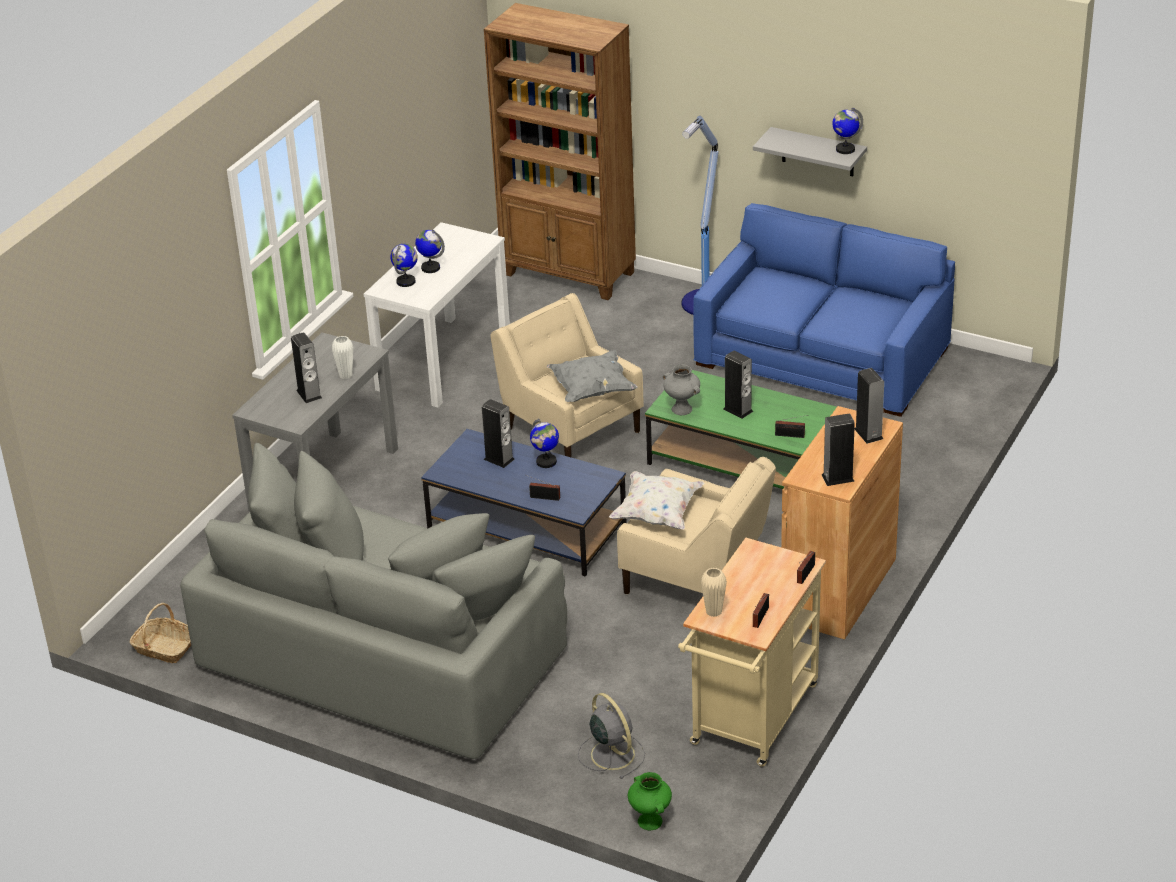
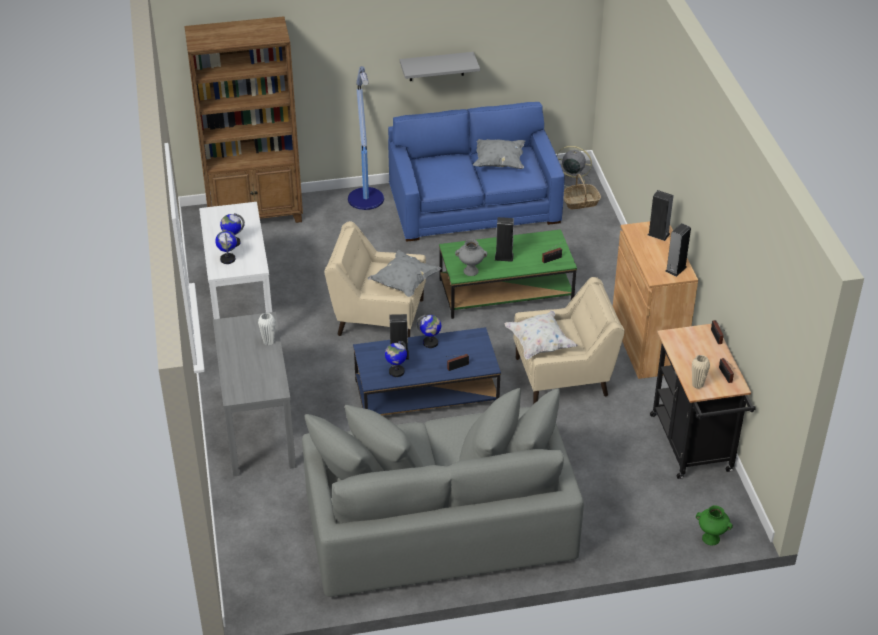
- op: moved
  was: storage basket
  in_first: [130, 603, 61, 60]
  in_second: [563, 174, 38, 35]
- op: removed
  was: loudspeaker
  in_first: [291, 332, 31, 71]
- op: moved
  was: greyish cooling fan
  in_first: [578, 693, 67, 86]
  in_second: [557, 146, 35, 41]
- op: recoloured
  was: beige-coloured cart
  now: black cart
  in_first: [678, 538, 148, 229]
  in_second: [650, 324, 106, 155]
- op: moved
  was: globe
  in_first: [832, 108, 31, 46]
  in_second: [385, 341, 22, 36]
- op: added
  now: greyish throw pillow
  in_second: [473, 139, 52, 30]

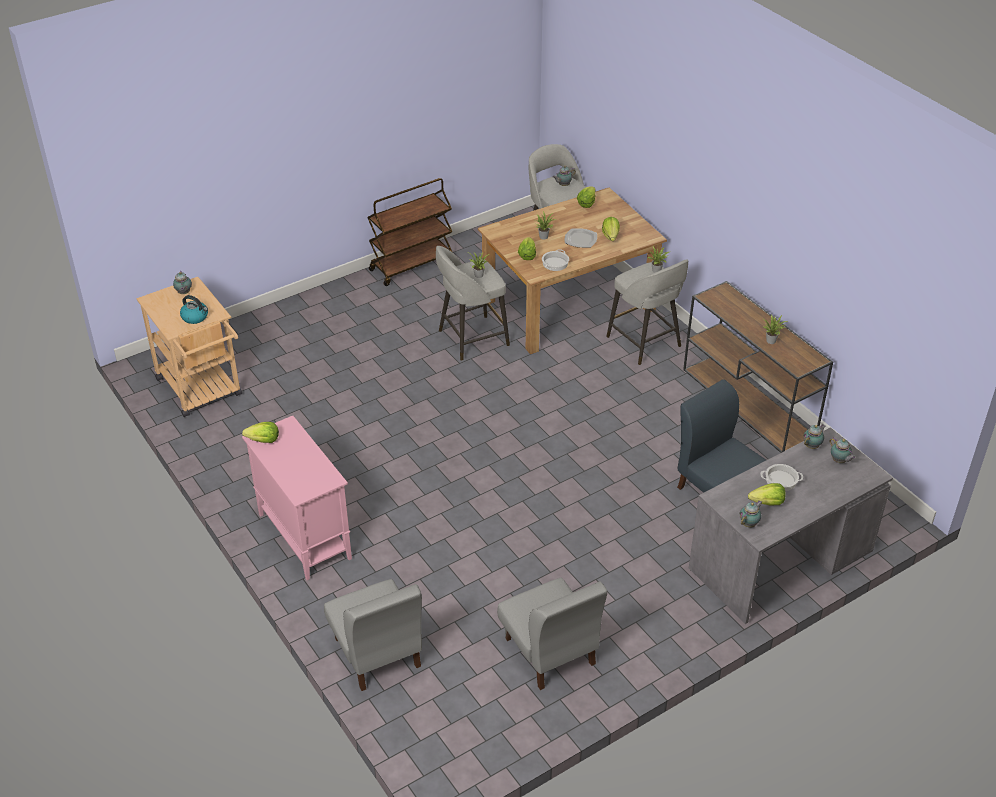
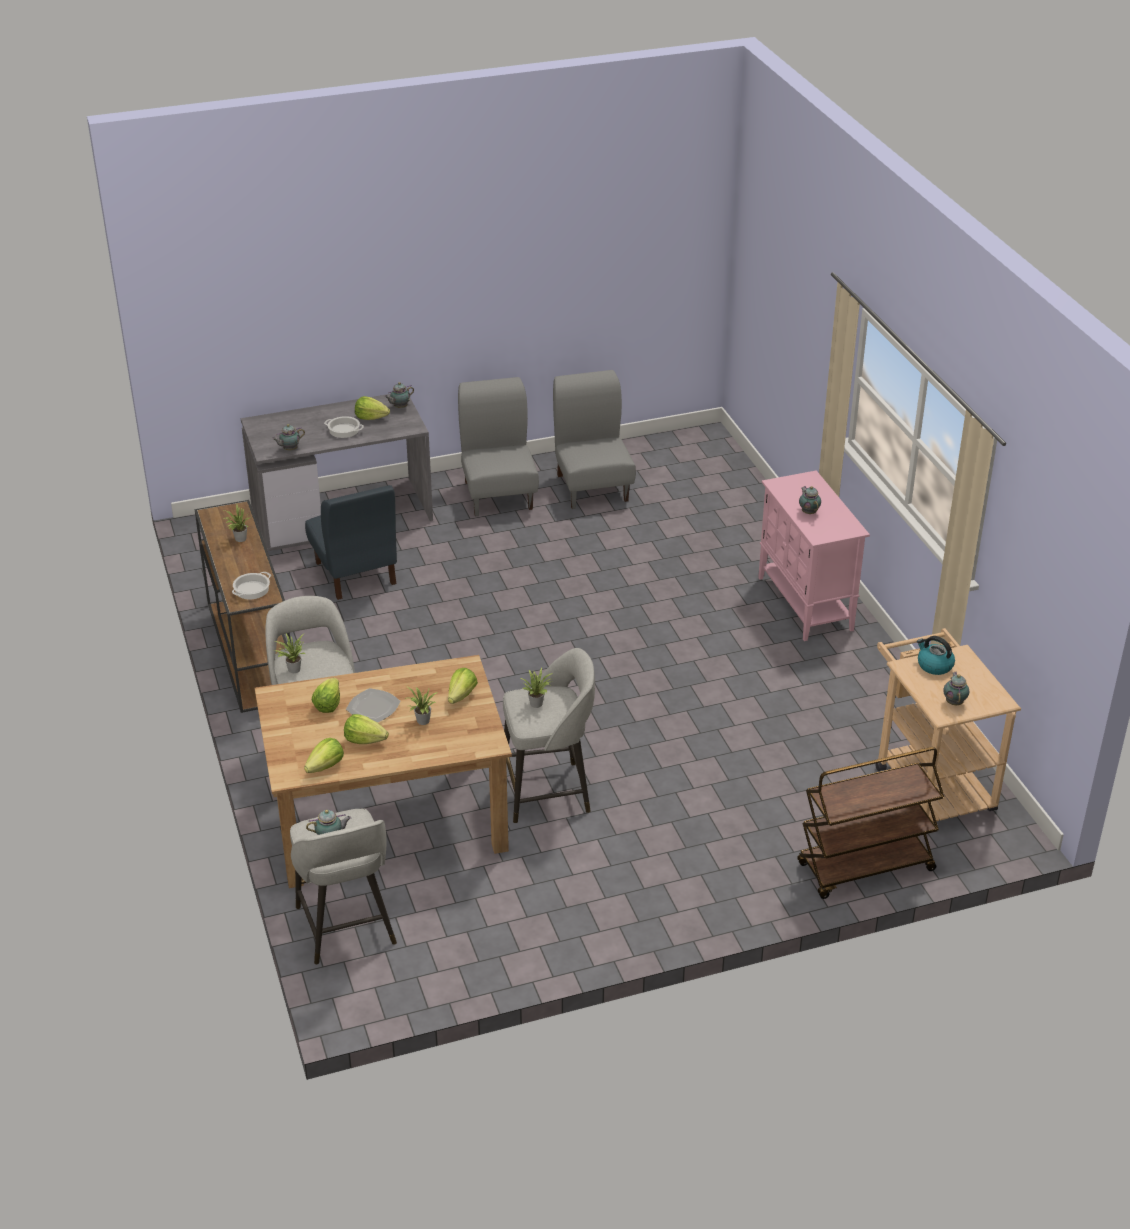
- op: moved
  was: lettuce
  in_first: [242, 422, 37, 21]
  in_second: [344, 714, 45, 30]
- op: moved
  was: greyish chair
  in_first: [324, 579, 98, 112]
  in_second: [458, 377, 81, 140]
- op: moved
  was: brownish cart
  in_first: [367, 178, 86, 108]
  in_second: [798, 747, 146, 152]
- op: moved
  was: cooking pot
  in_first: [542, 249, 27, 22]
  in_second: [232, 572, 39, 27]
- op: moved
  was: pot for tea
  in_first: [829, 437, 27, 26]
  in_second: [799, 486, 22, 28]

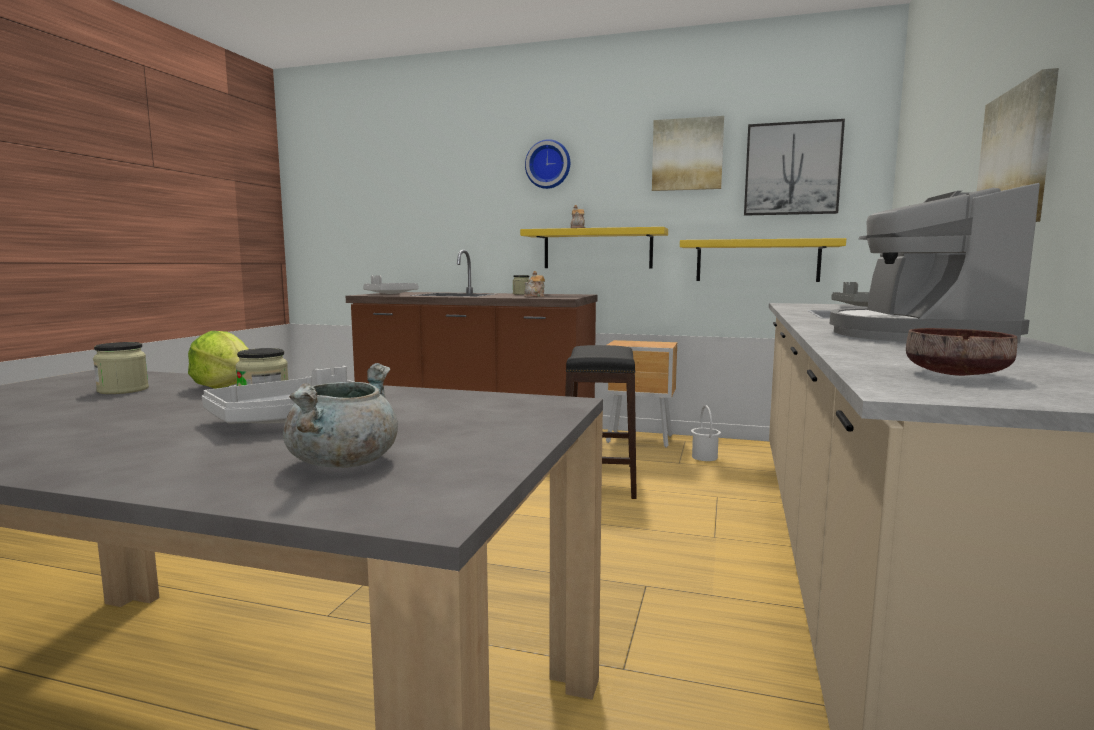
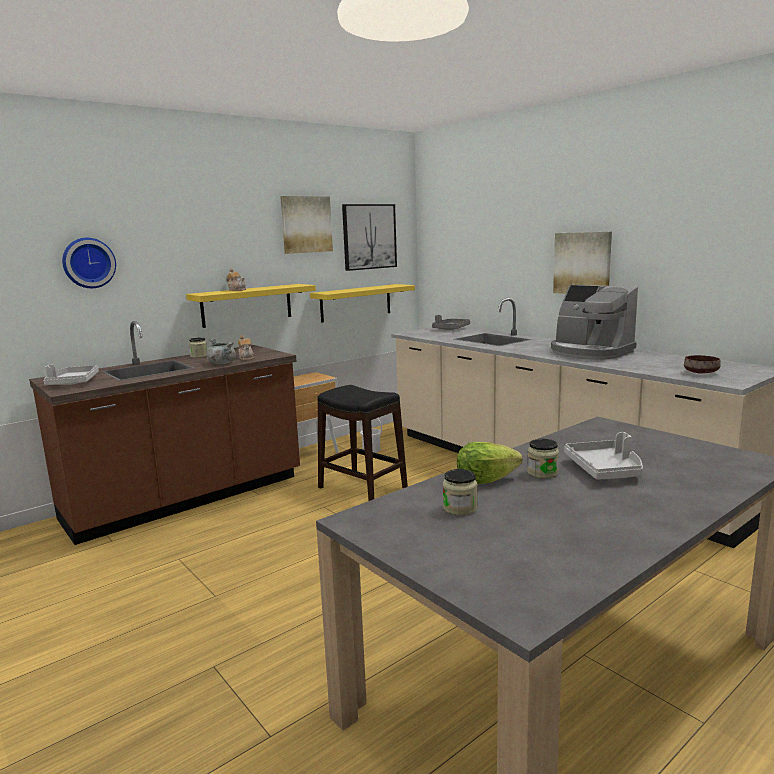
- op: moved
  was: greyish cooking pot
  in_first: [283, 363, 115, 105]
  in_second: [207, 338, 29, 27]
- op: moved
  was: hanging clock
  in_first: [525, 139, 45, 50]
  in_second: [62, 238, 54, 50]

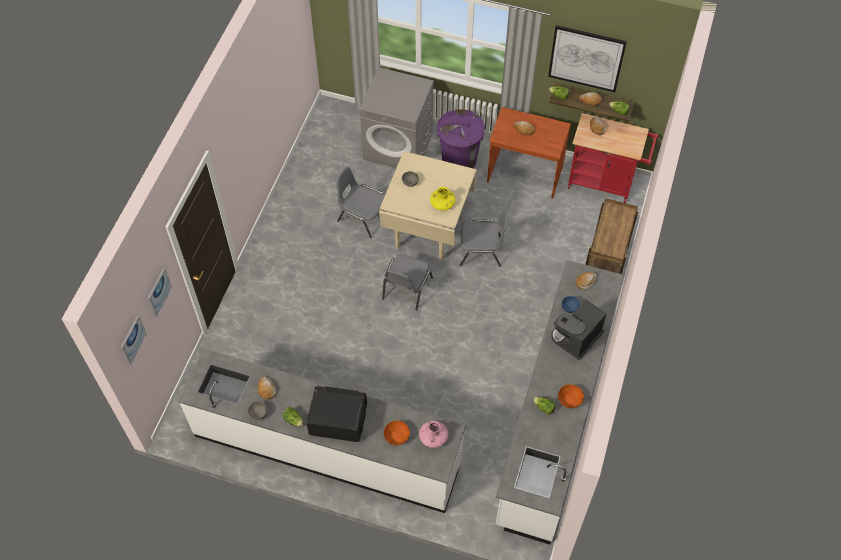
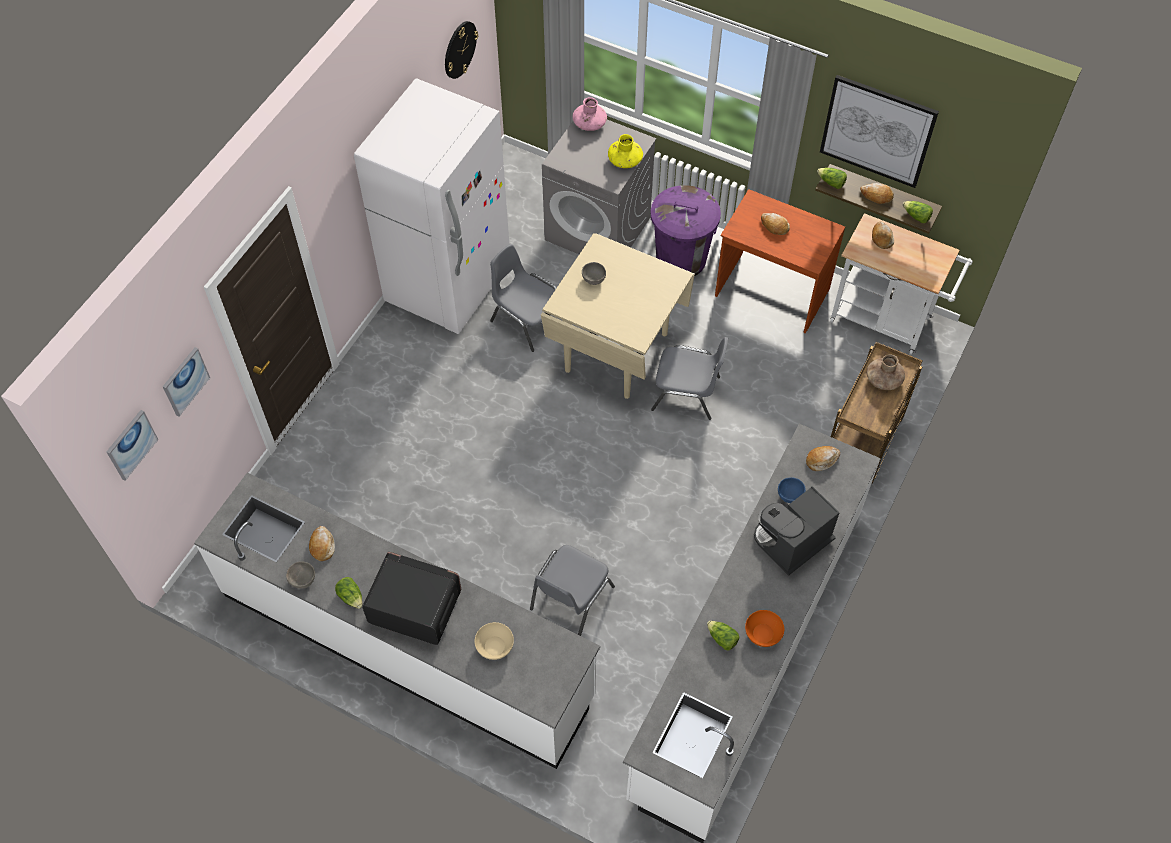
- op: moved
  was: greyish chair
  in_first: [382, 254, 51, 57]
  in_second: [530, 545, 85, 91]
- op: recoloured
  was: orange bowl
  now: beige-coloured bowl
  in_first: [384, 421, 26, 24]
  in_second: [475, 622, 39, 38]
- op: moved
  was: pinkish decorative vase
  in_first: [419, 421, 29, 27]
  in_second: [573, 97, 34, 34]
- op: moved
  was: yellowish decorative vase
  in_first: [430, 187, 26, 24]
  in_second: [608, 134, 35, 34]
- op: recoloured
  was: red-coloured cart
  now: white-coloured cart
  in_first: [568, 113, 91, 90]
  in_second: [830, 213, 143, 142]
- op: added
  now: white-coloured fridge
  in_second: [354, 78, 155, 256]
- op: added
  now: hanging clock
  in_second: [445, 21, 33, 58]
- op: added
  now: brownish decorative vase
  in_second: [867, 354, 38, 36]

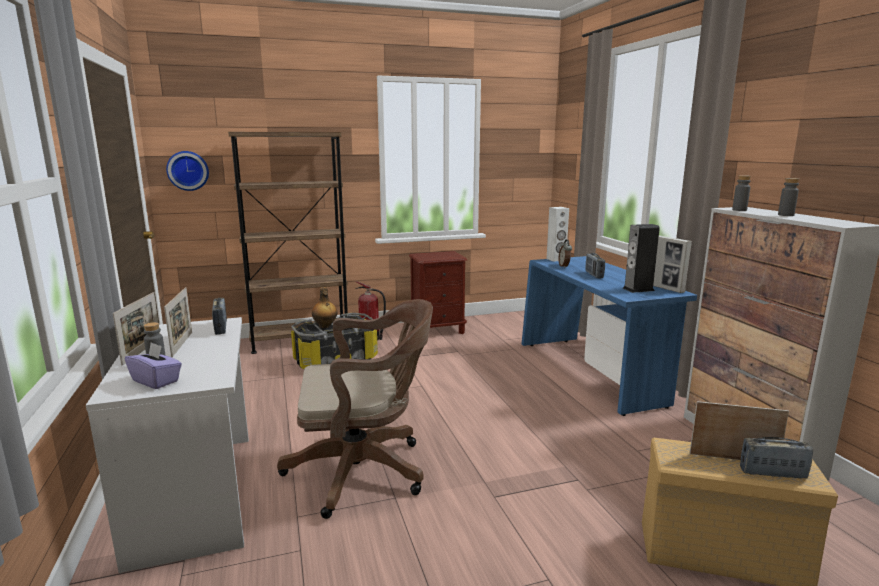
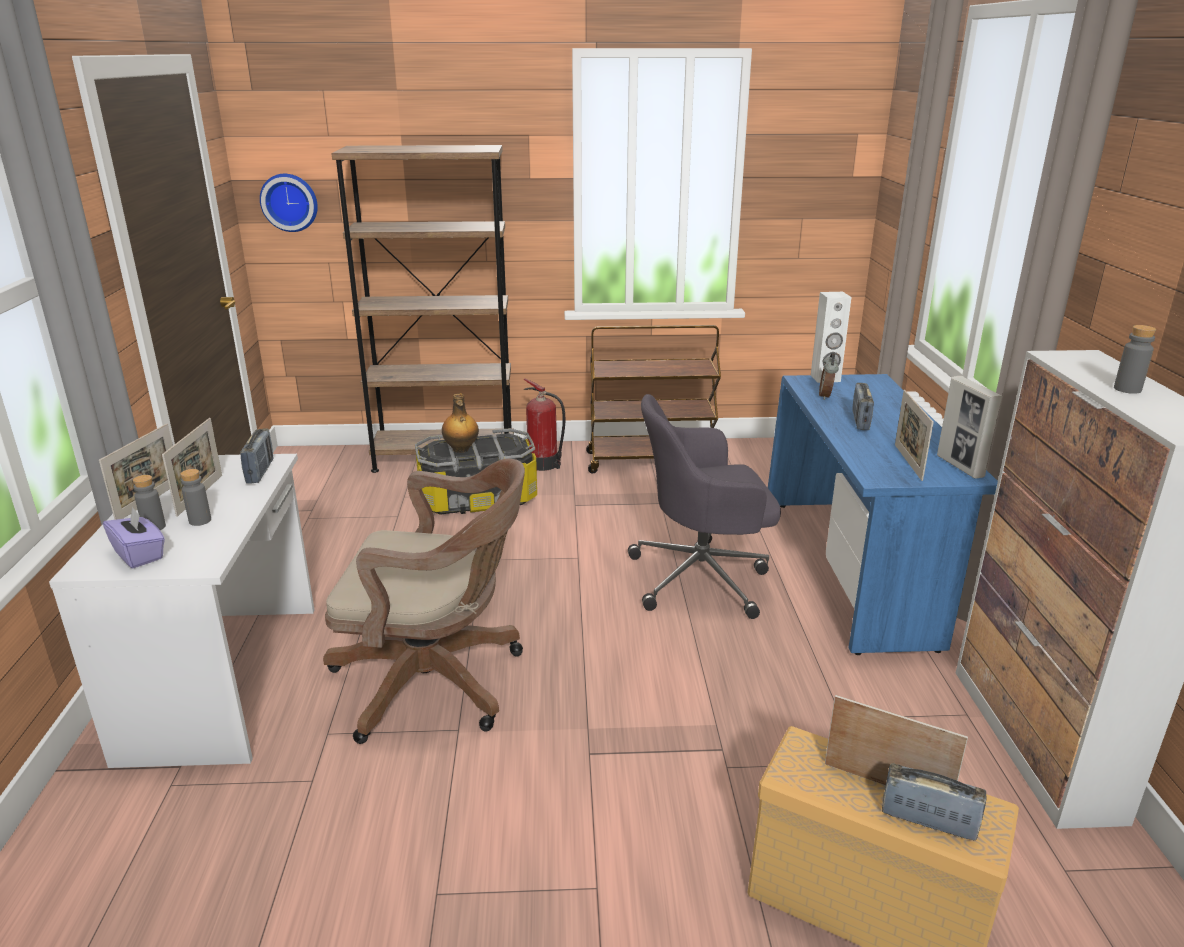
- op: replaced
  was: brownish night table
  now: brownish cart
  in_first: [409, 251, 58, 83]
  in_second: [586, 325, 135, 148]
- op: replaced
  was: loudspeaker
  now: picture frame
  in_first: [623, 224, 37, 69]
  in_second: [895, 390, 39, 91]
- op: moved
  was: greyish drink bottle
  in_first: [732, 175, 19, 36]
  in_second: [180, 469, 31, 57]
- op: added
  now: greyish computer chair
  in_second: [628, 394, 153, 225]

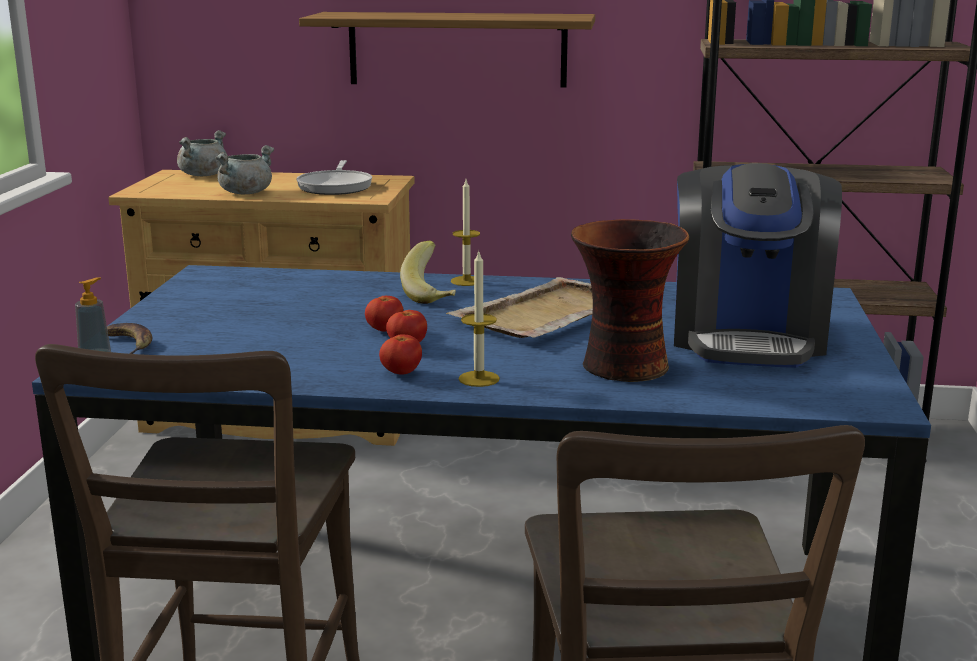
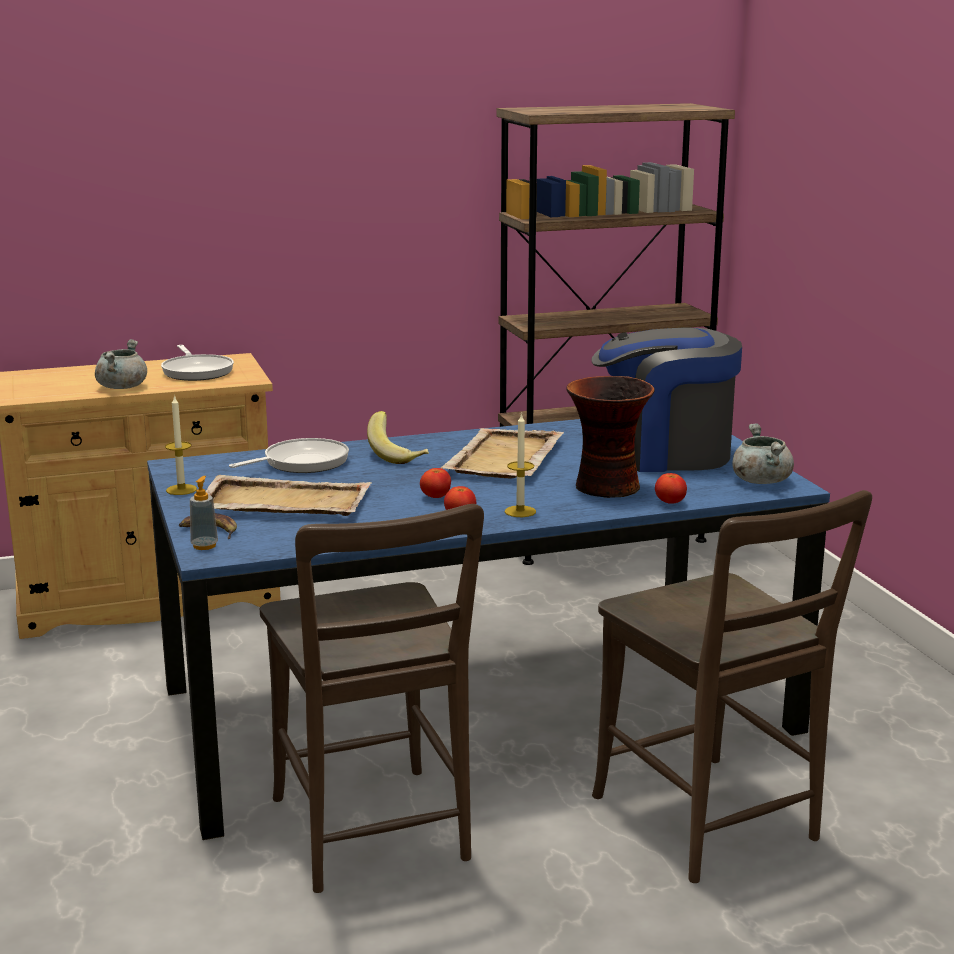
- op: moved
  was: greyish cooking pot
  in_first: [177, 130, 50, 46]
  in_second: [732, 423, 62, 61]
- op: removed
  was: wall shelf
  in_first: [299, 12, 296, 76]
- op: moved
  was: fresh tomato
  in_first: [365, 296, 39, 36]
  in_second: [655, 473, 32, 31]
- op: moved
  was: wax candle
  in_first: [451, 180, 29, 106]
  in_second: [165, 395, 32, 100]
- op: turned
  was: coffee machine
  in_first: [674, 163, 168, 205]
  in_second: [592, 328, 150, 144]
  clockwise: 105
- op: added
  now: beige-coloured tray
  in_second: [206, 475, 165, 41]
- op: added
  now: pan
  in_second: [229, 438, 120, 35]

